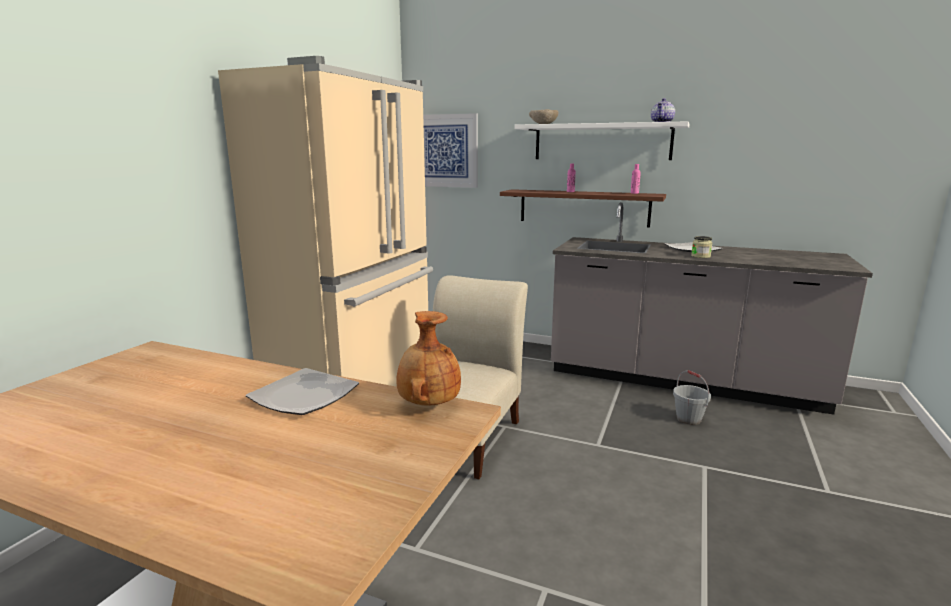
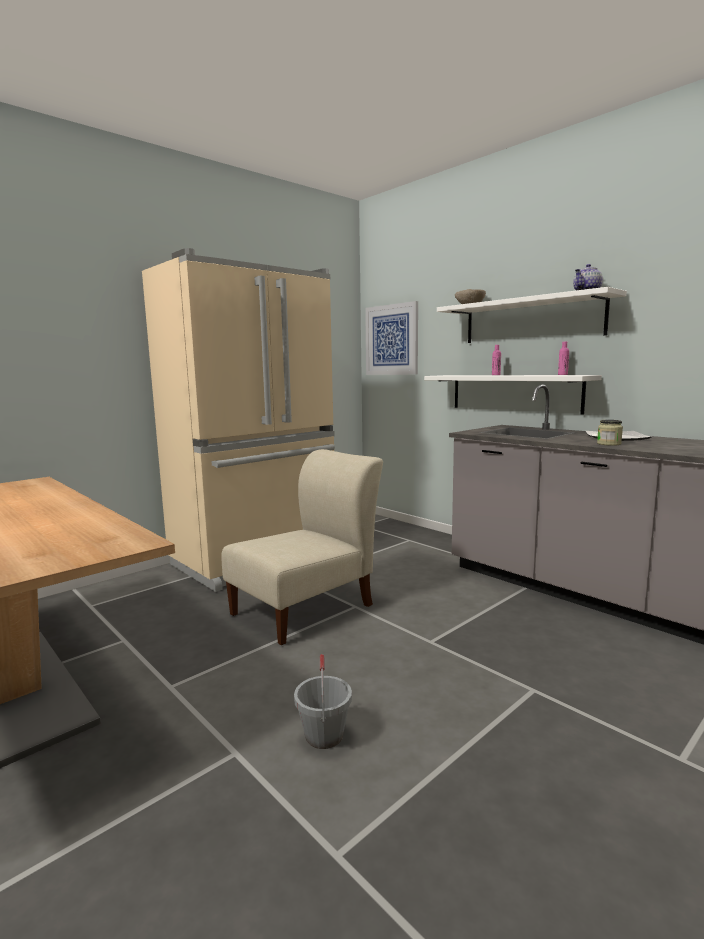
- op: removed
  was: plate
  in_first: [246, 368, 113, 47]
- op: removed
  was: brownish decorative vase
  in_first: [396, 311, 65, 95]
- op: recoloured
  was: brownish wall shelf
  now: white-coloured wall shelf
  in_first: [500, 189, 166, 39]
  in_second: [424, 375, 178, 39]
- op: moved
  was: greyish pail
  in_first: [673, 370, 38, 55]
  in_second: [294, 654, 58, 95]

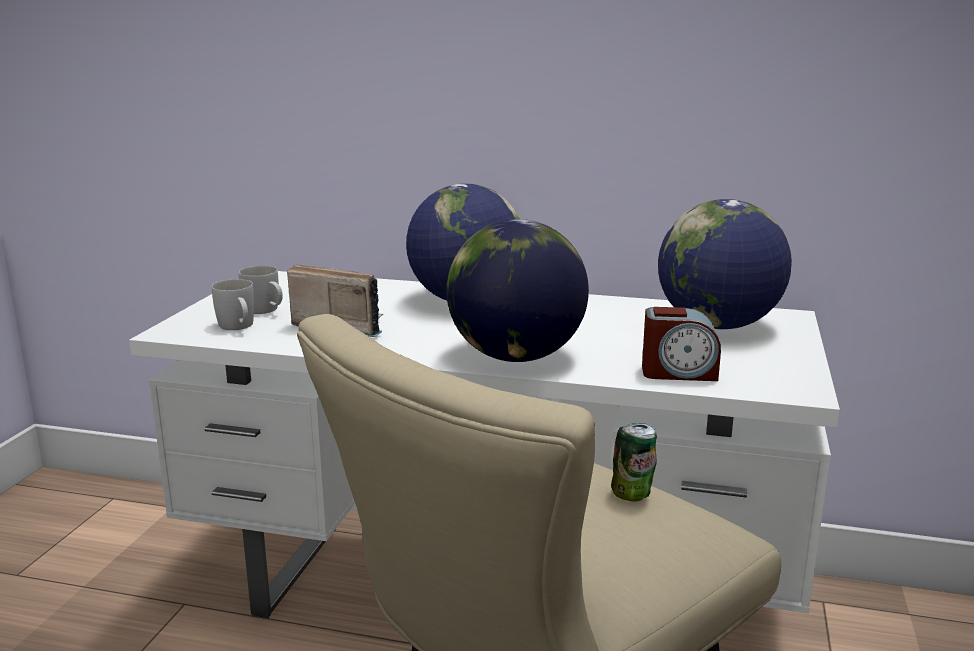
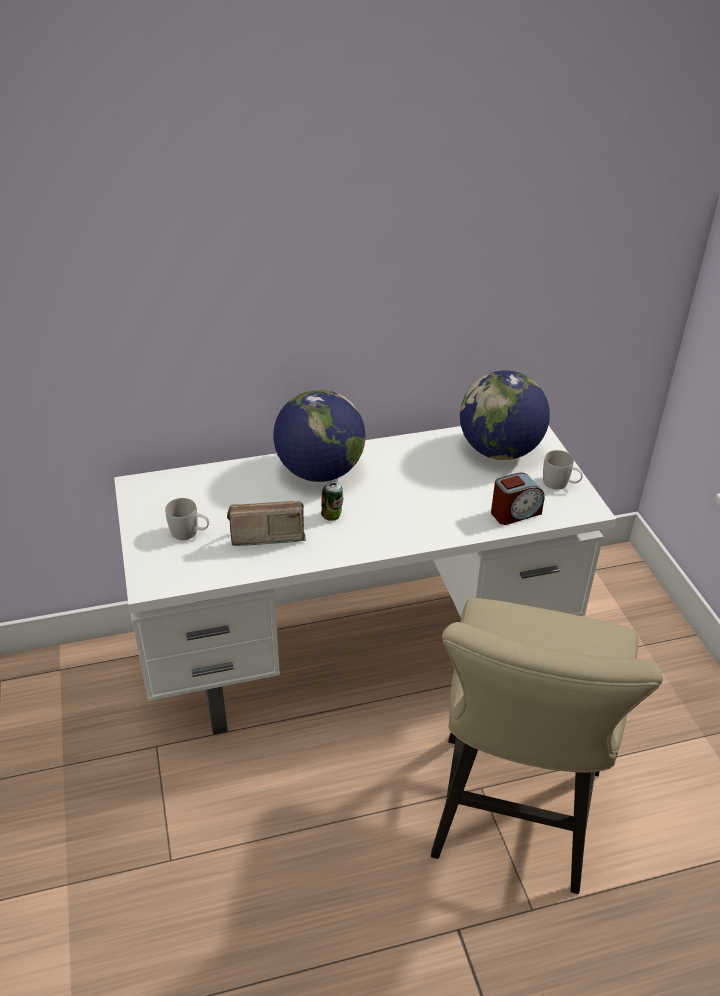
- op: moved
  was: white-coloured mug
  in_first: [212, 279, 42, 51]
  in_second: [543, 450, 40, 40]
- op: removed
  was: globe
  in_first: [447, 219, 142, 143]
- op: moved
  was: metal can
  in_first: [611, 423, 46, 79]
  in_second: [321, 482, 22, 39]

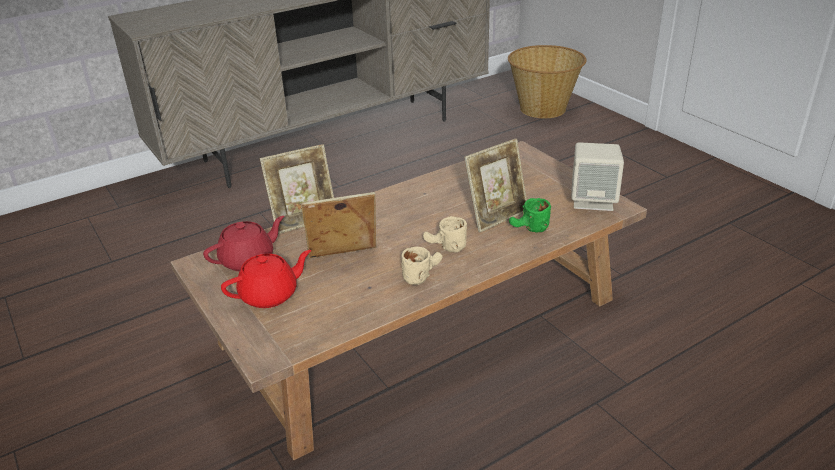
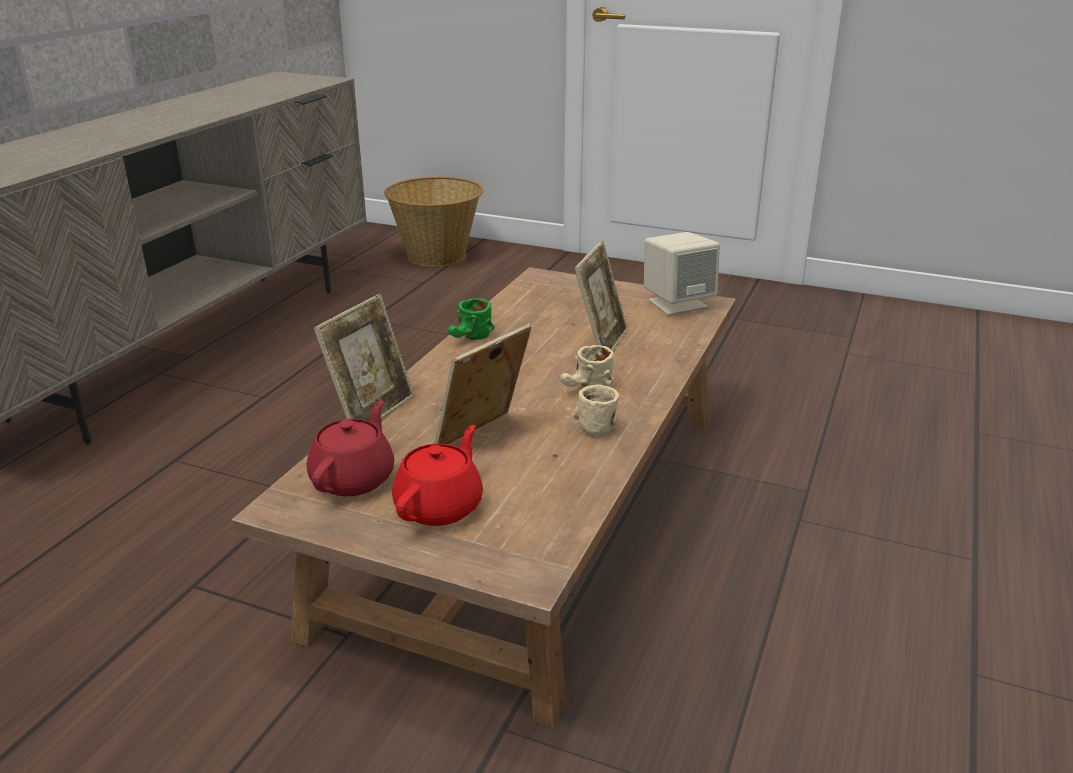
- op: moved
  was: green-coloured mug
  in_first: [509, 198, 42, 35]
  in_second: [448, 298, 46, 42]

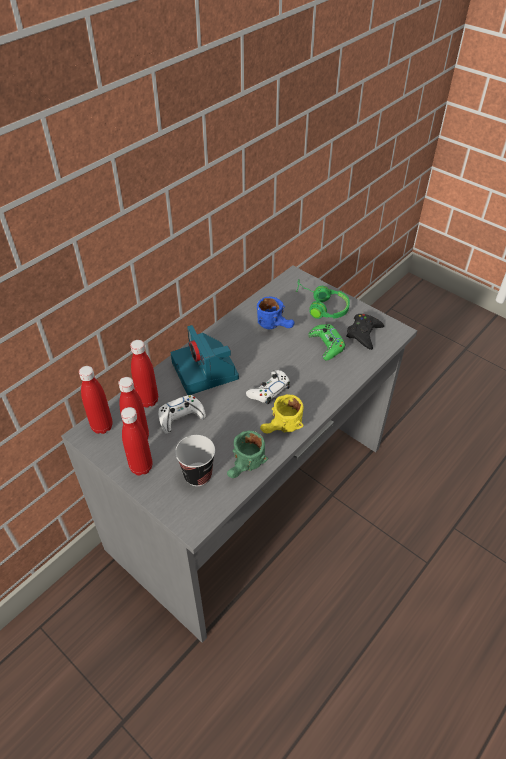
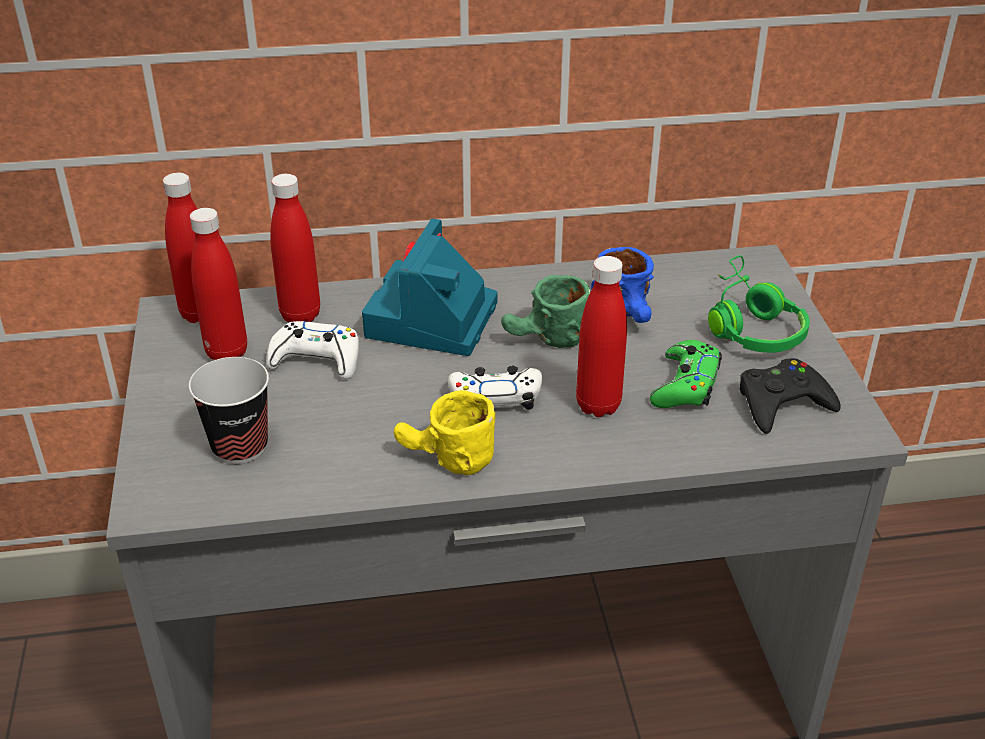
- op: moved
  was: red-coloured drink bottle
  in_first: [121, 407, 32, 69]
  in_second: [576, 256, 51, 161]
- op: moved
  was: green-coloured mug
  in_first: [227, 430, 41, 48]
  in_second: [501, 275, 90, 73]

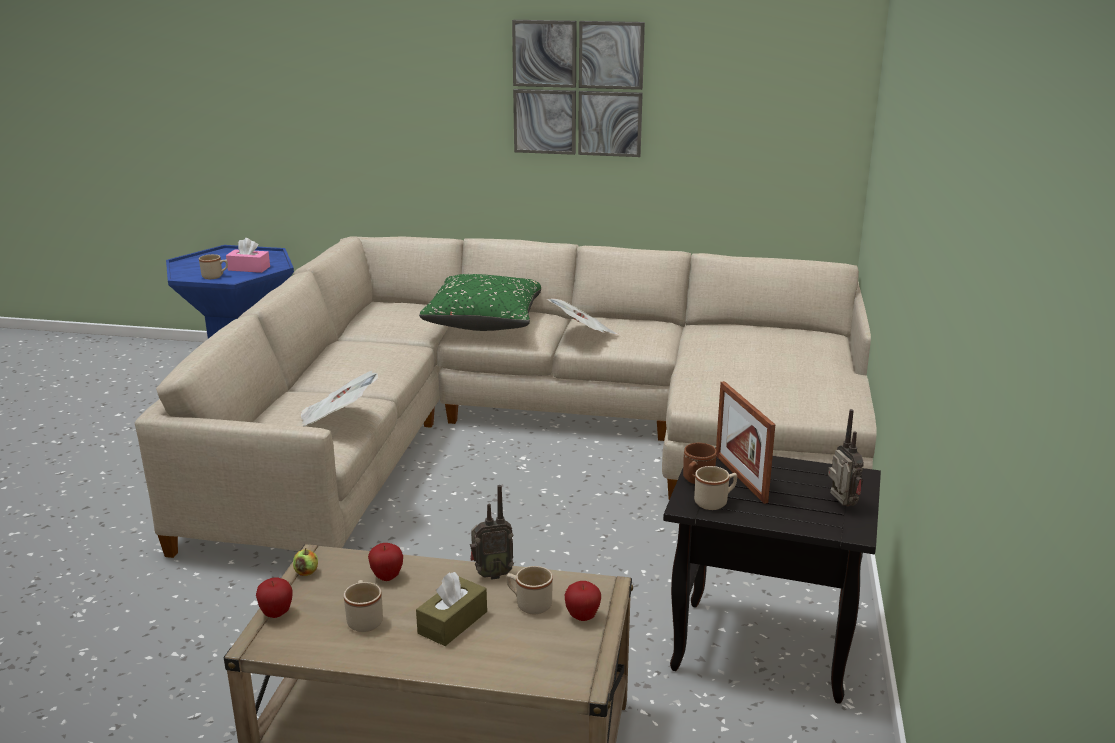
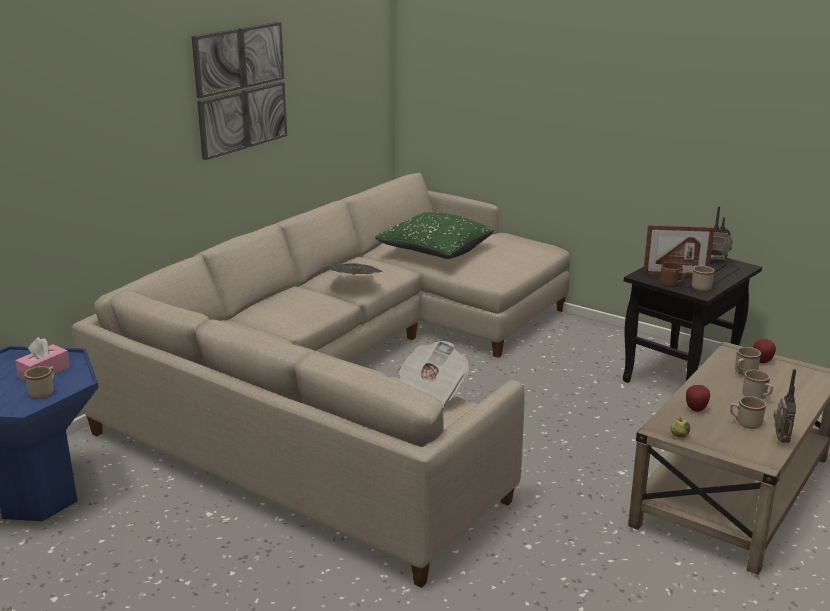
- op: removed
  was: apple fruit
  in_first: [256, 577, 36, 41]
- op: replaced
  was: brownish box of tissues
  now: beige-coloured mug
  in_first: [416, 572, 71, 74]
  in_second: [742, 370, 31, 29]
- op: moved
  was: green-coloured throw pillow
  in_first: [419, 274, 122, 57]
  in_second: [375, 212, 119, 47]
- op: moved
  was: radio receiver
  in_first: [470, 485, 44, 95]
  in_second: [774, 369, 22, 74]

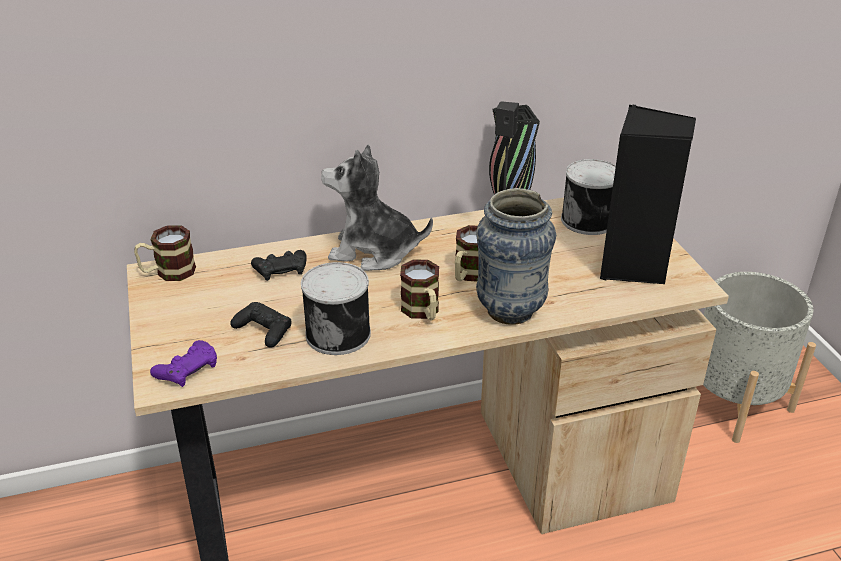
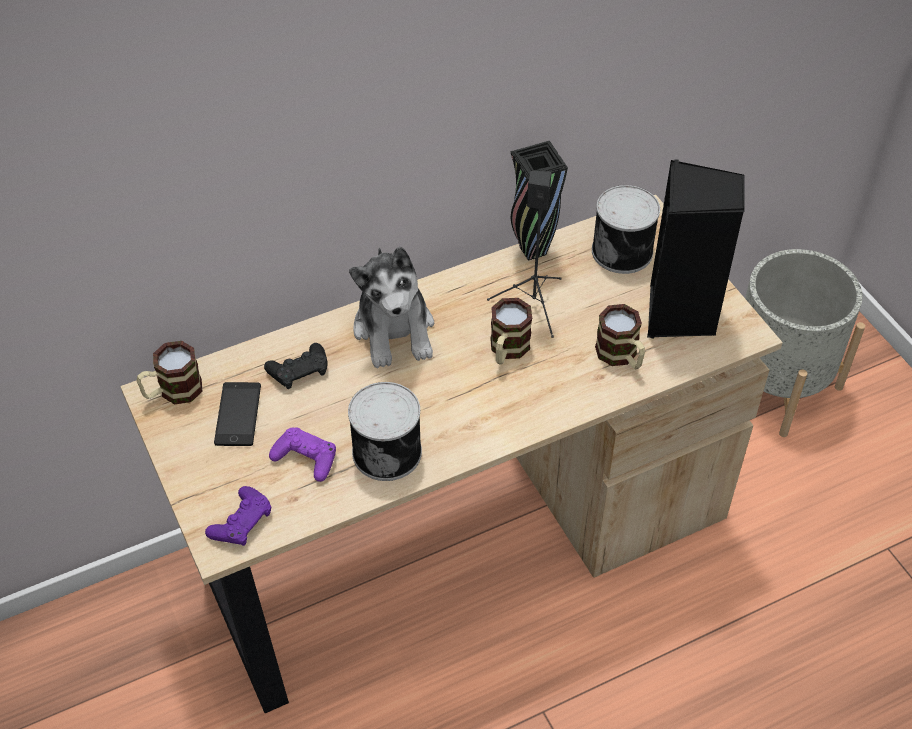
- op: recoloured
  was: black joypad
  now: purplish joypad
  in_first: [230, 302, 62, 46]
  in_second: [269, 427, 67, 55]
- op: turned
  was: plush toy
  in_first: [321, 144, 112, 127]
  in_second: [349, 247, 85, 121]
  clockwise: -105
- op: moved
  was: mug
  in_first: [400, 259, 39, 61]
  in_second: [595, 304, 50, 65]
- op: removed
  was: decorative vase
  in_first: [476, 188, 80, 137]
- op: added
  now: phone
  in_second: [214, 382, 47, 64]

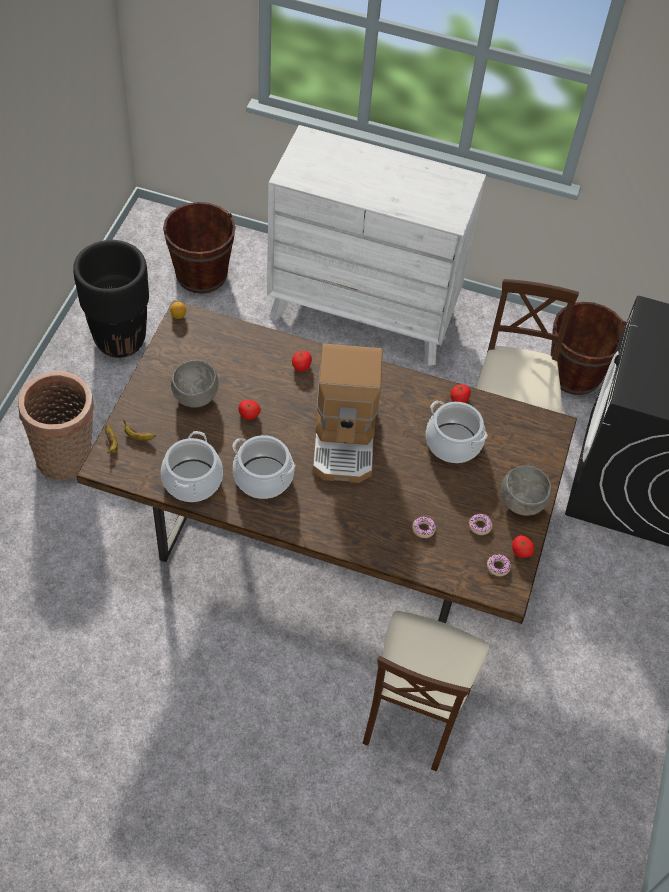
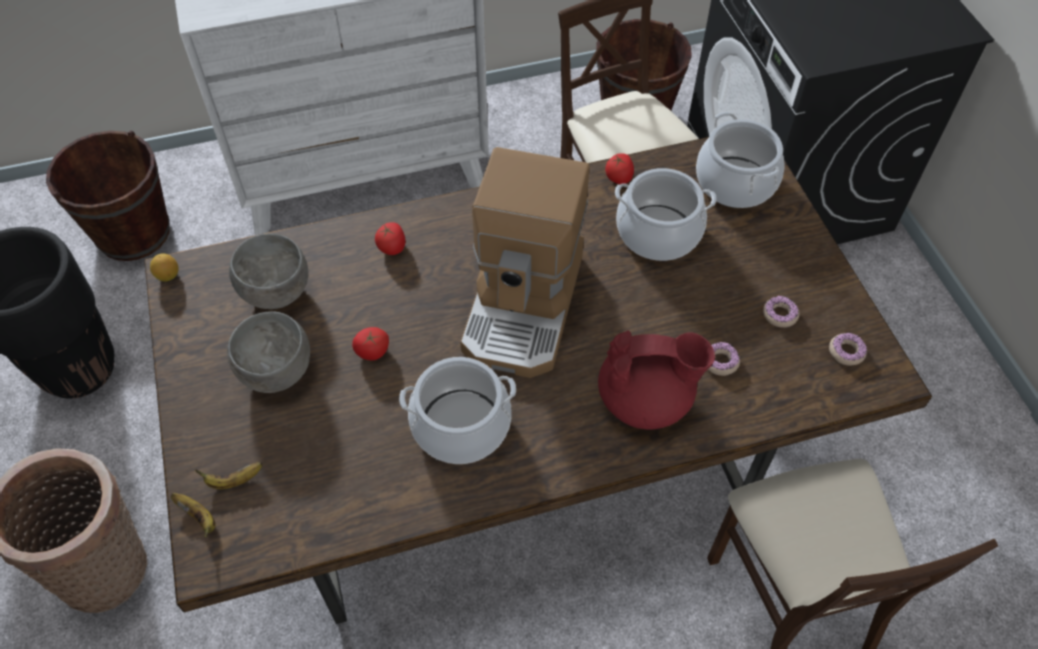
- op: moved
  was: cooking pot
  in_first: [161, 431, 62, 71]
  in_second: [696, 112, 89, 96]
- op: turned
  was: coffee machine
  in_first: [313, 344, 70, 139]
  in_second: [460, 147, 130, 231]
  clockwise: 45
- op: moved
  was: greyish bowl
  in_first: [501, 465, 50, 51]
  in_second: [229, 234, 79, 75]
- op: removed
  was: fresh tomato
  in_first: [512, 535, 22, 23]
- op: added
  now: red-coloured pot for tea
  in_second: [598, 331, 117, 99]

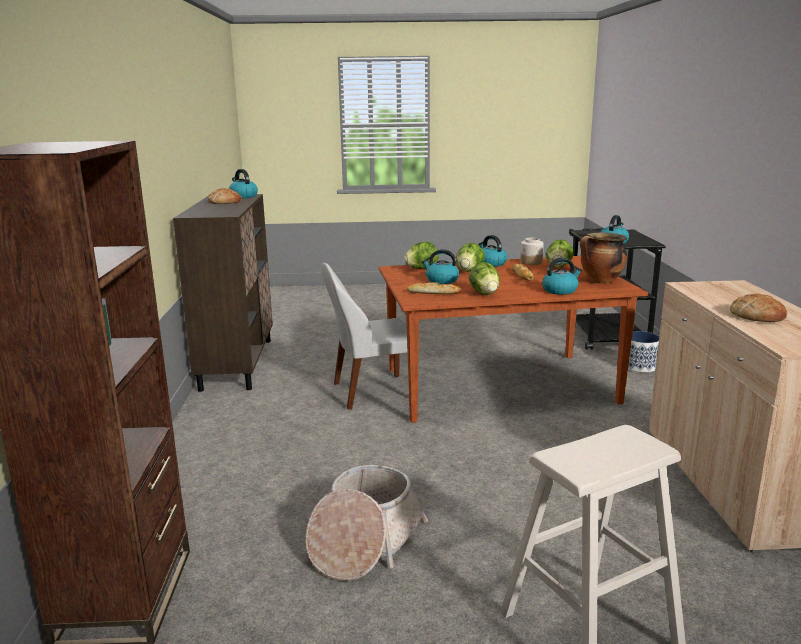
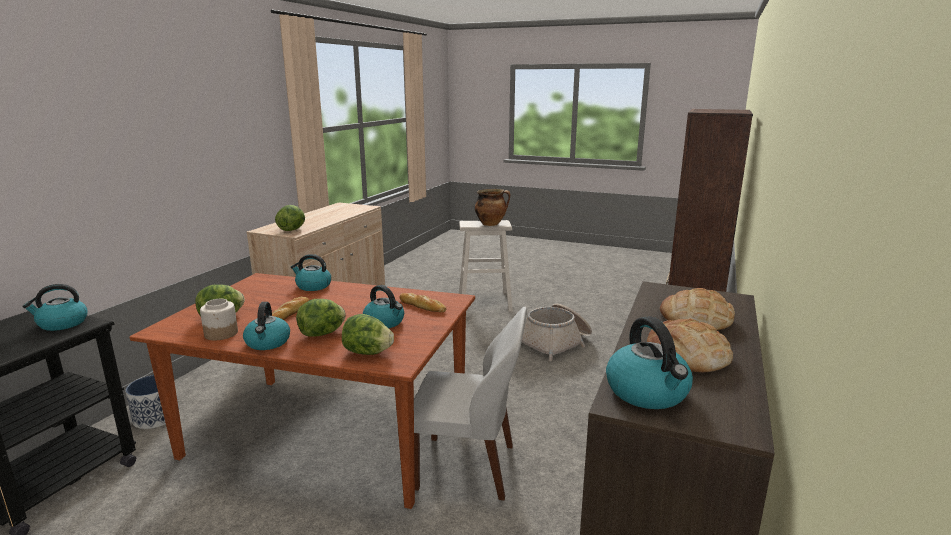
- op: moved
  was: lettuce
  in_first: [469, 262, 31, 33]
  in_second: [275, 205, 30, 26]
- op: moved
  was: cooking pot
  in_first: [580, 233, 47, 51]
  in_second: [475, 189, 35, 37]
- op: moved
  was: bakery bread
  in_first: [730, 294, 57, 28]
  in_second: [660, 288, 75, 42]

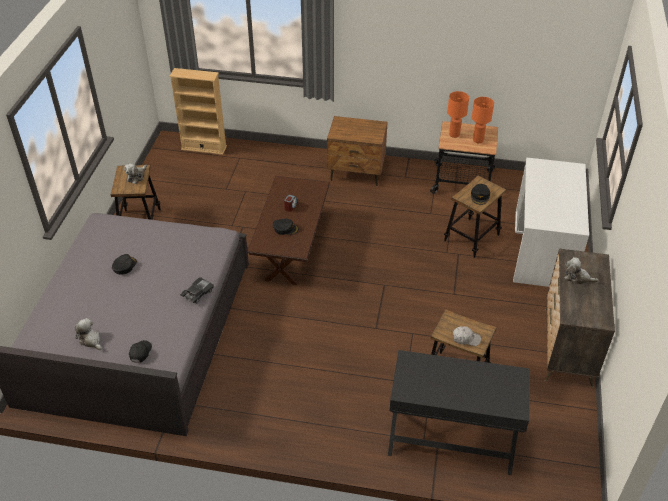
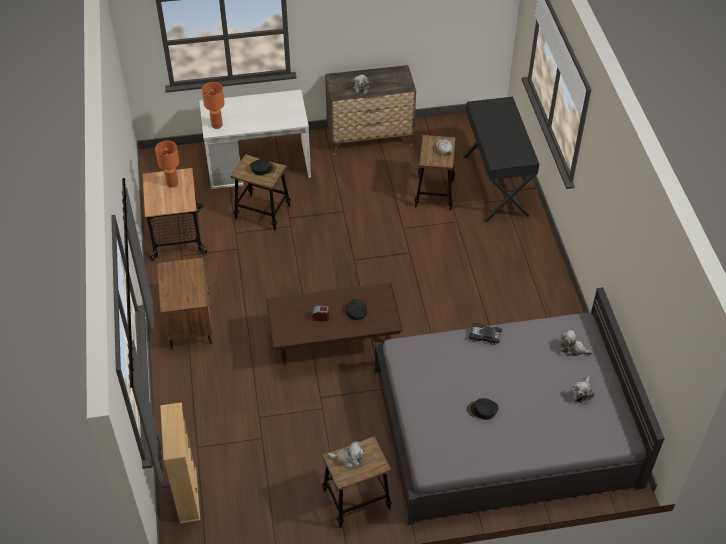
- op: replaced
  was: black peaked cap
  now: plush toy
  in_first: [129, 340, 23, 23]
  in_second: [561, 330, 32, 26]
- op: moved
  was: orange tabletop lamp
  in_first: [447, 91, 22, 47]
  in_second: [202, 82, 23, 47]

